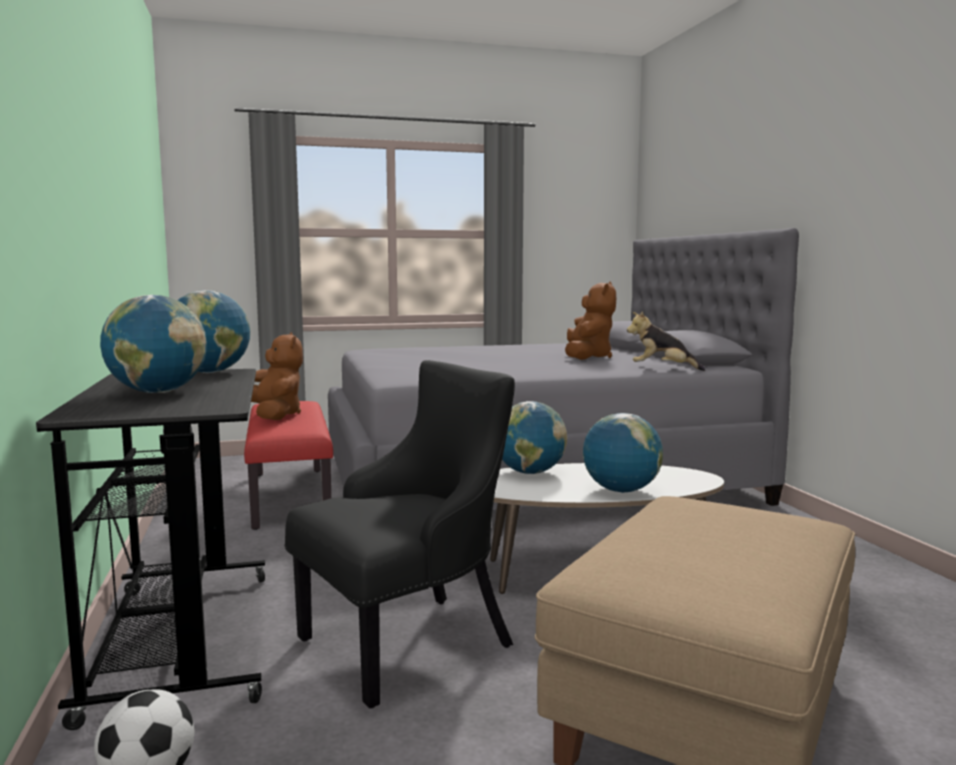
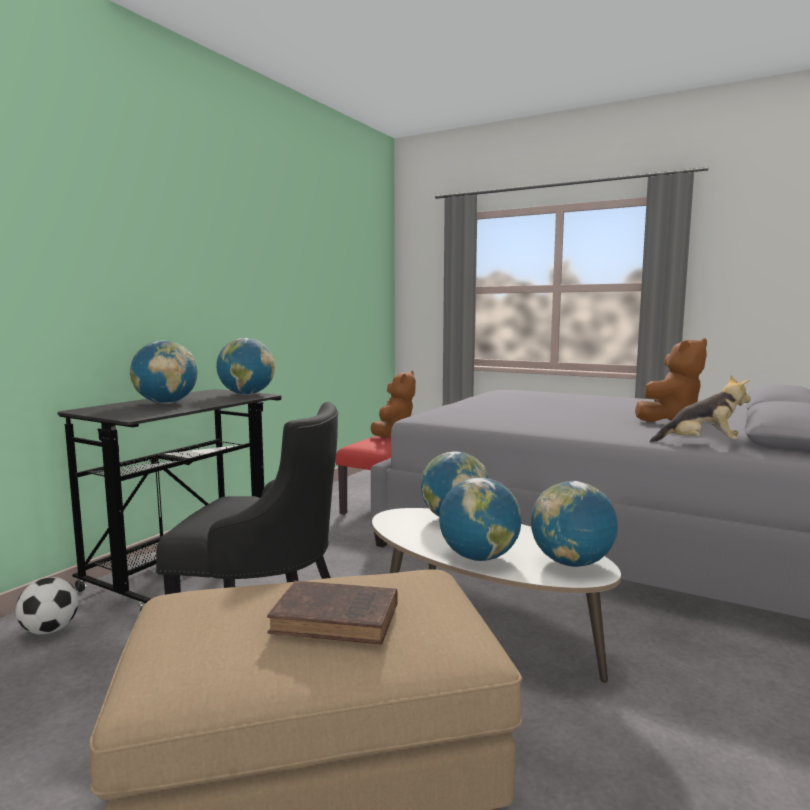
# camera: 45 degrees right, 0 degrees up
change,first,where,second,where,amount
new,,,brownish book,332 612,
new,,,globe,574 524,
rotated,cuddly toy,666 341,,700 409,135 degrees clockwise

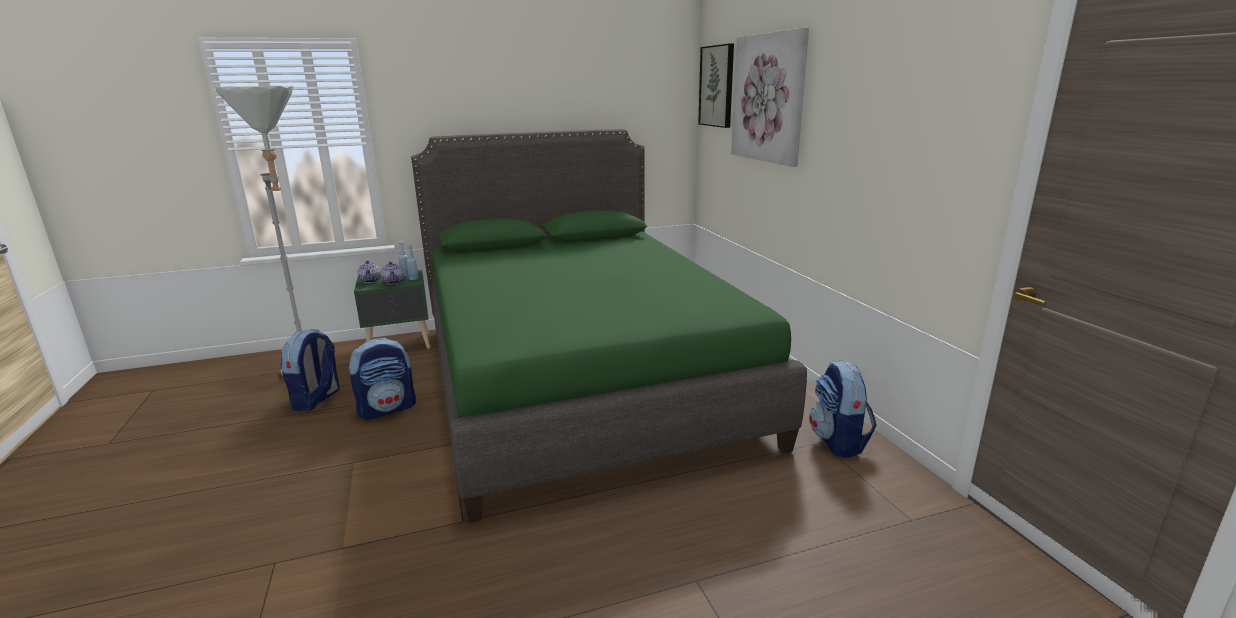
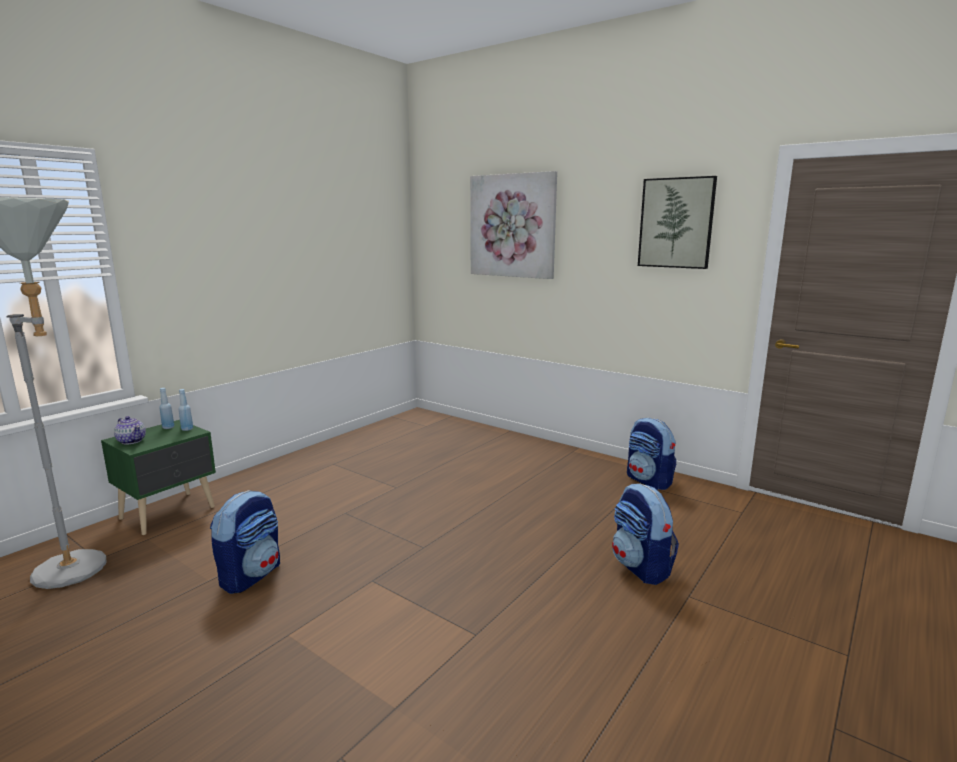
# camera: 35 degrees left, 5 degrees down
change,first,where,second,where,amount
gone,pot for tea,392 273,,,
gone,greenish sleeping bed,609 326,,,
shifted,knapsack,310 370,,645 534,
shifted,picture,716 85,,677 222,

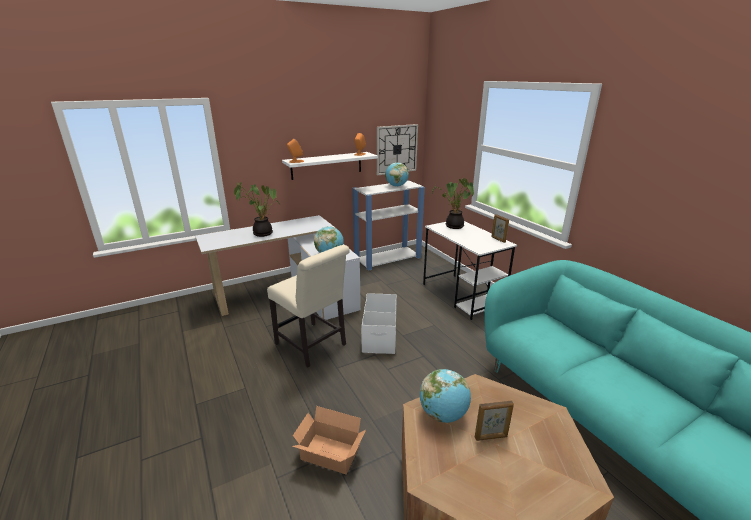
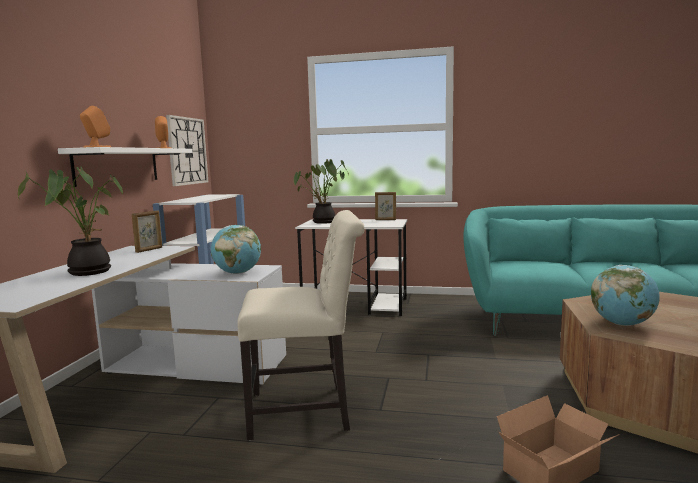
# camera: 50 degrees left, 15 degrees down
change,first,where,second,where,amount
gone,whitish storage container,379 323,,,
gone,globe,397 174,,,
shifted,photo frame,494 421,,147 231,

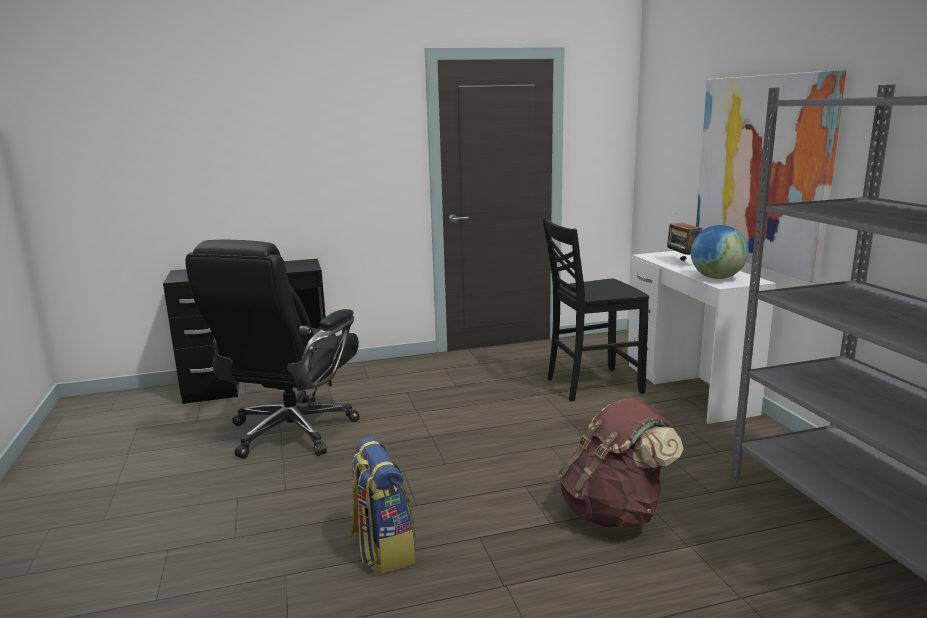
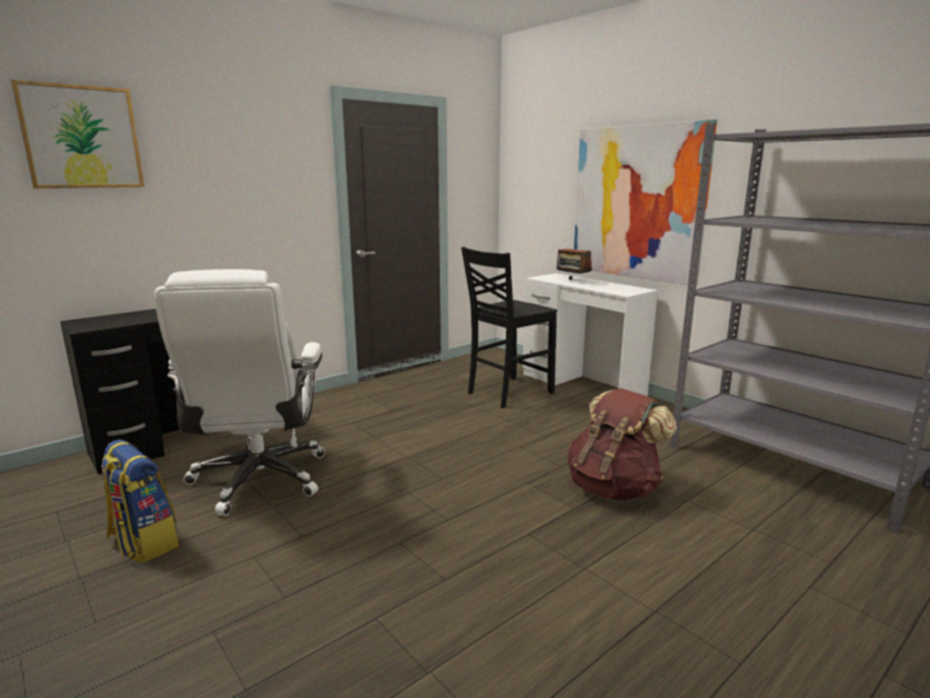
# camera: 25 degrees left, 0 degrees up
change,first,where,second,where,amount
gone,globe,719 252,,,
new,,,picture,77 134,
shifted,knapsack,383 506,,140 501,
repainted,black office chair,272 349,whitish office chair,239 392,

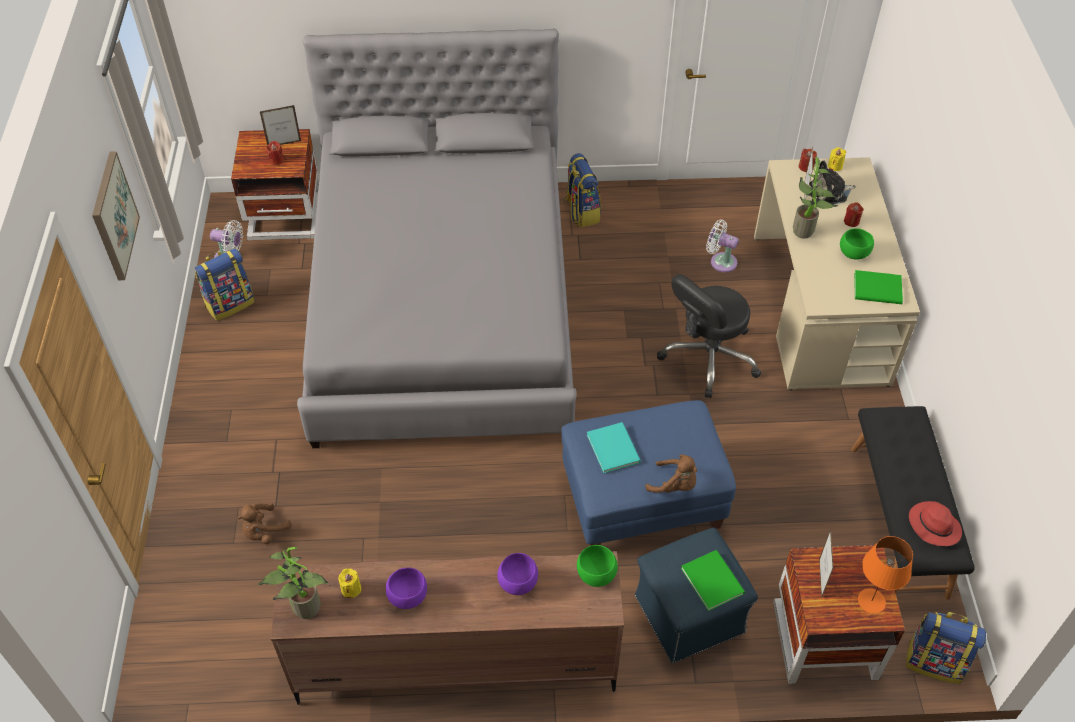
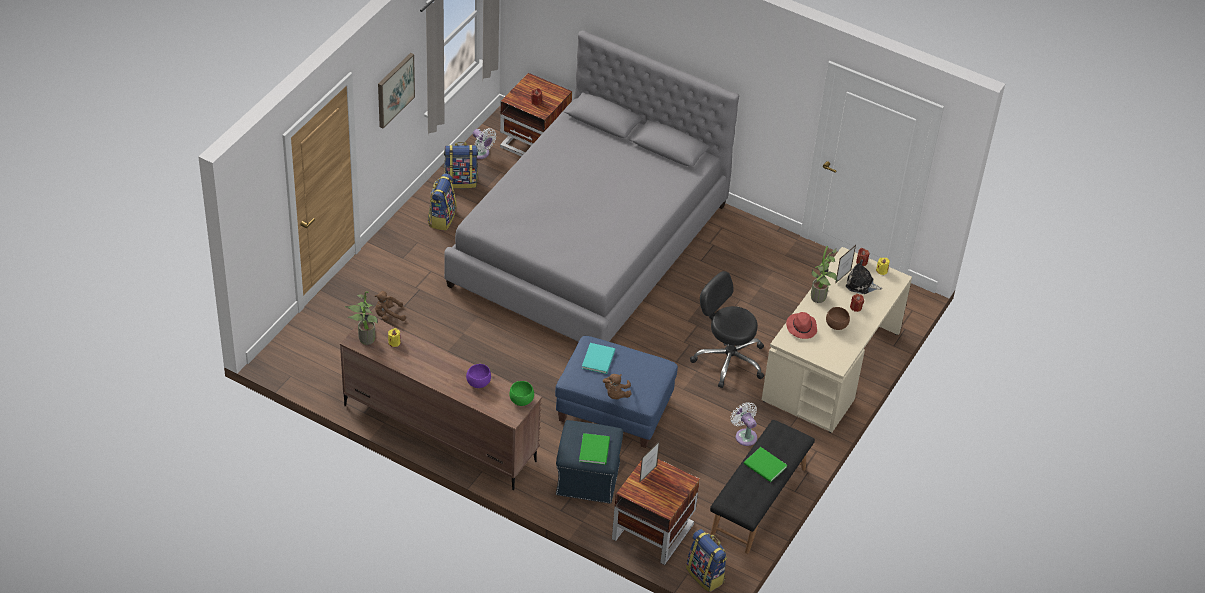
# camera: 30 degrees right, 5 degrees down
change,first,where,second,where,amount
gone,photo frame,280 125,,,
gone,purple serving bowl,406 588,,,
gone,orange-coloured lamp for a table,885 575,,,
shifted,knapsack,582 190,,442 202,
shifted,whitish electric fan,722 246,,744 424,
shifted,greenish book,878 287,,765 464,
shifted,red-coloured hat,935 523,,801 325,
repainted,greenish serving bowl,857 244,brownish serving bowl,838 318,
rotated,brownish cuddly toy,671 473,,617 386,45 degrees clockwise
rotated,black office chair,709 336,,727 329,45 degrees clockwise

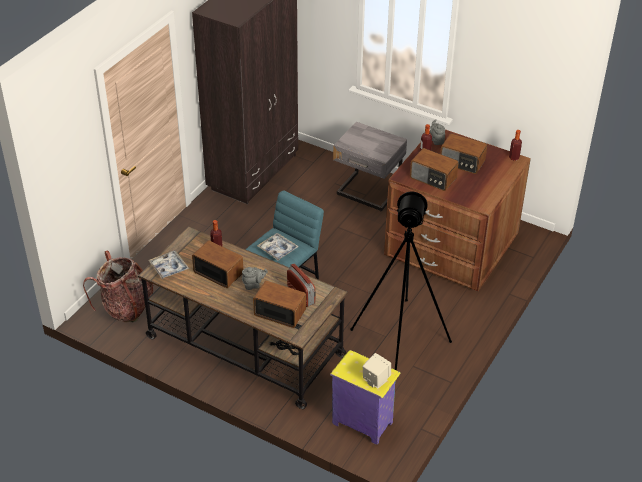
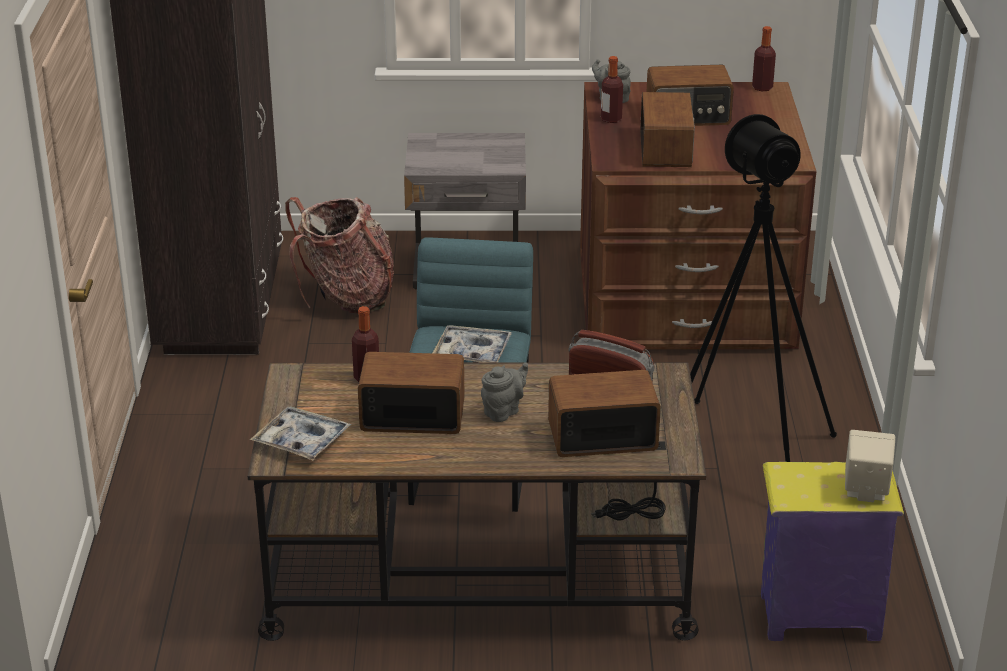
# camera: 30 degrees left, 10 degrees down
change,first,where,second,where,amount
shifted,knapsack,118 287,,339 255,
rotated,radio set,434 169,,667 129,90 degrees counterclockwise

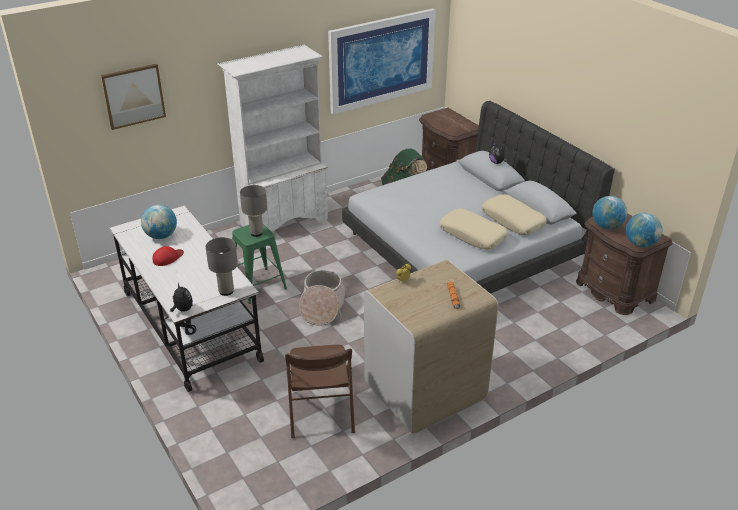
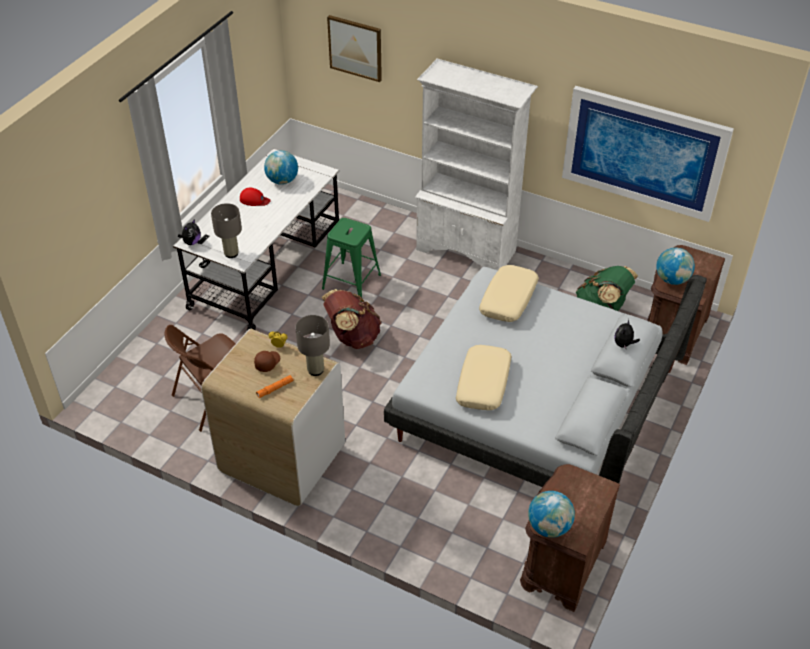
# camera: 60 degrees right, 10 degrees up
change,first,where,second,where,amount
new,,,brownish peaked cap,267 361,
shifted,grey lamp for a table,253 211,,313 345,
shifted,beige-coloured cushion,514 214,,509 293,
shifted,globe,609 212,,675 266,
swapped,basket,323 298,brownish knapsack,352 319,

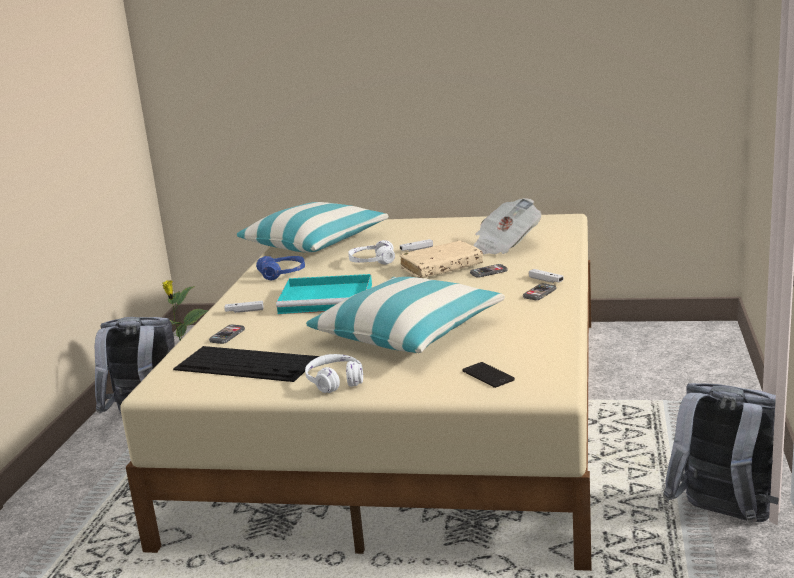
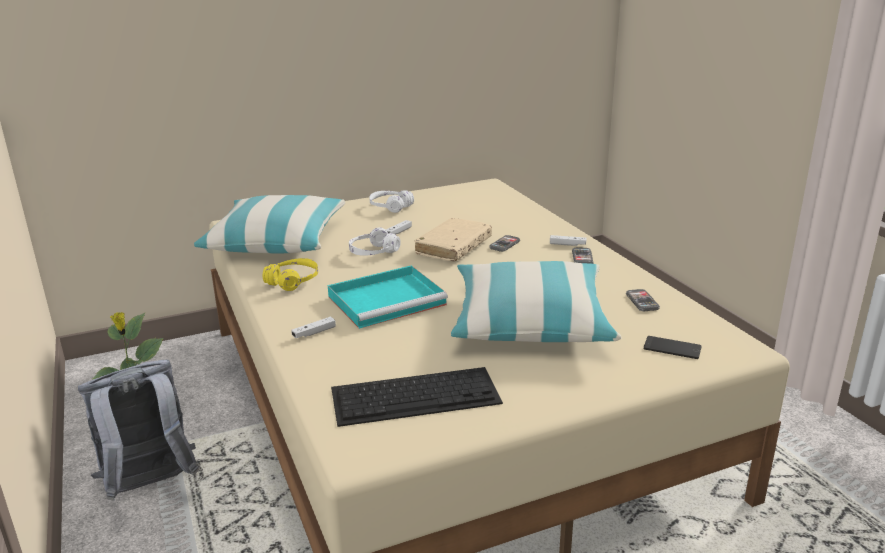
# camera: 35 degrees left, 5 degrees up
change,first,where,second,where,amount
gone,printed paper,507 226,,,
gone,grey knapsack,721 453,,,
shifted,telephone,227 334,,643 300,
shifted,whitish headset,334 373,,391 201,
repainted,blue headset,280 268,yellow headset,290 274,

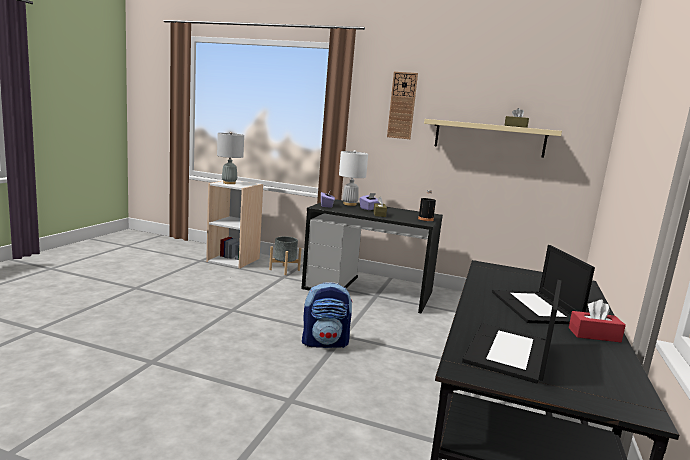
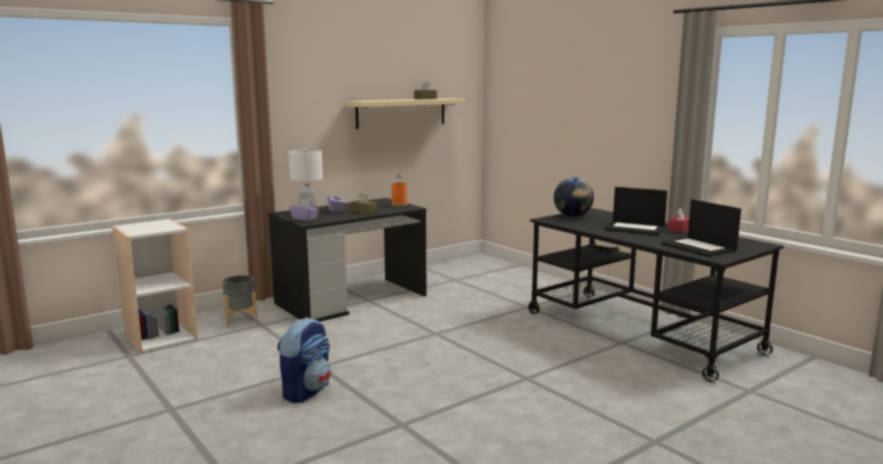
# camera: 55 degrees left, 0 degrees up
change,first,where,second,where,amount
gone,grey lamp for a table,230 158,,,
gone,clock on the wall,402 105,,,
new,,,globe,574 197,
shifted,knapsack,327 315,,304 360,
repainted,black beverage bottle,427 205,orange-coloured beverage bottle,399 190,

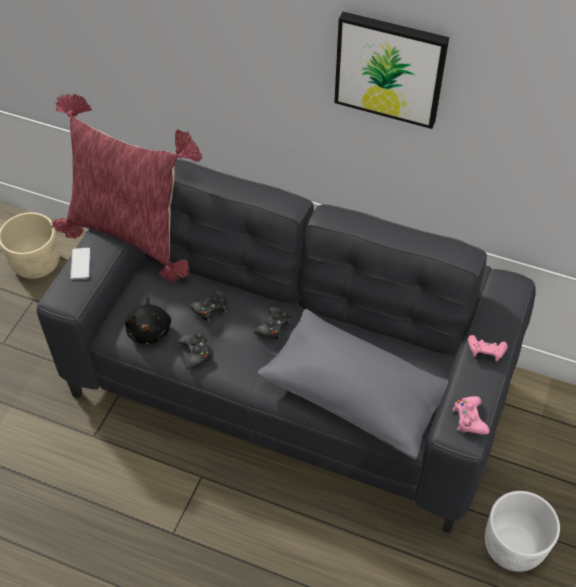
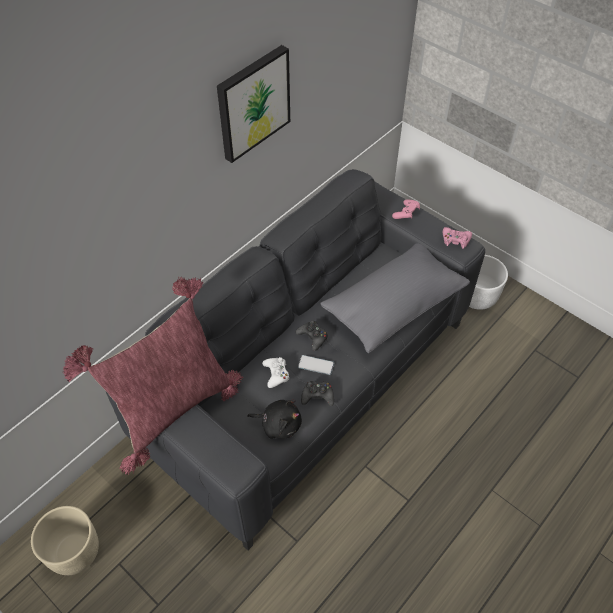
# camera: 70 degrees left, 0 degrees up
change,first,where,second,where,amount
shifted,telephone,80 263,,316 365,
repainted,black joypad,208 306,whitish joypad,276 372,

